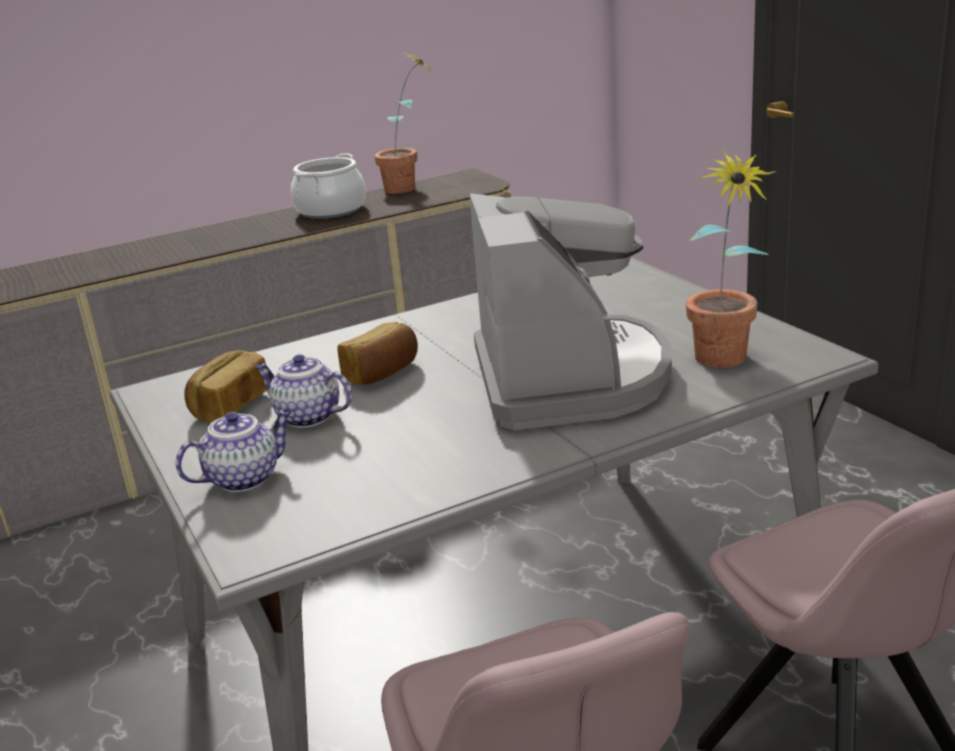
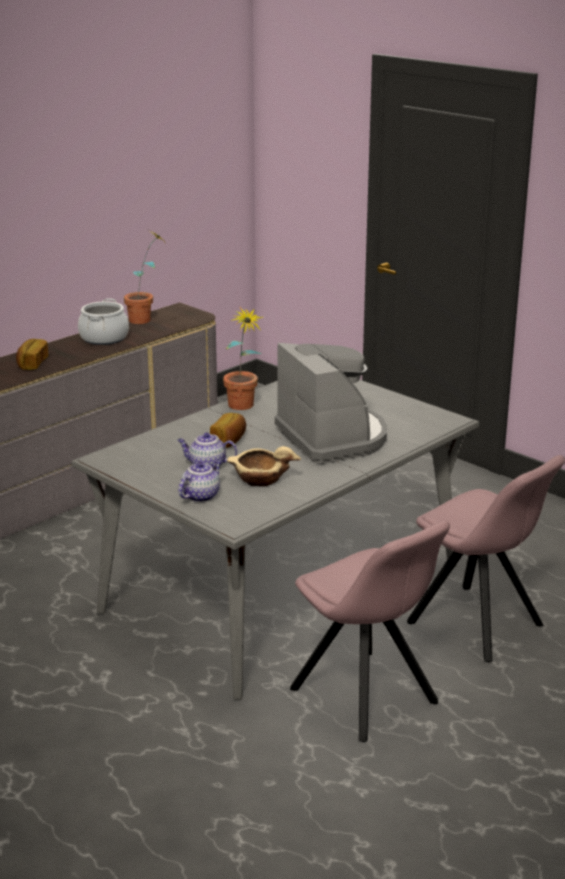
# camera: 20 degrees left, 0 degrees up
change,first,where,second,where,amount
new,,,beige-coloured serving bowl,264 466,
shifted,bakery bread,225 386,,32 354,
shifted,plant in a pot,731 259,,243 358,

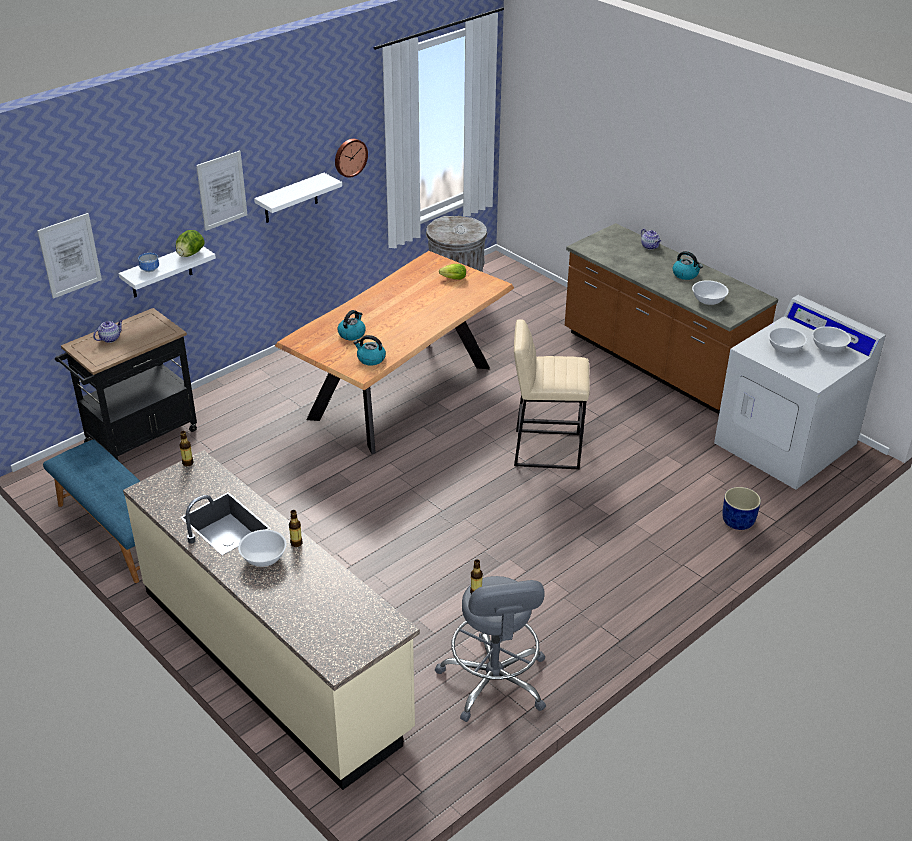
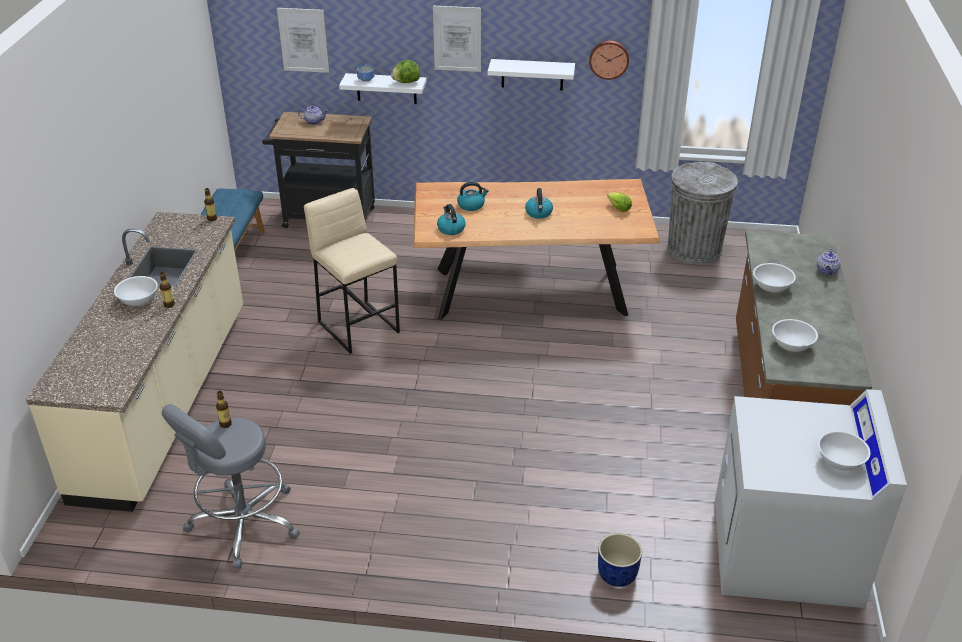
# camera: 50 degrees right, 0 degrees up
change,first,where,second,where,amount
shifted,beige-coloured stool,552 394,,352 271,
shifted,kettle,688 265,,539 203,
shifted,whitish serving bowl,787 340,,774 277,

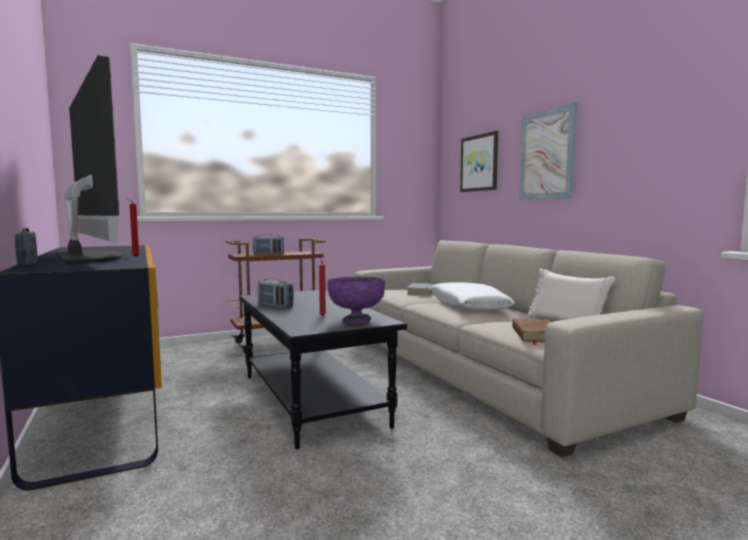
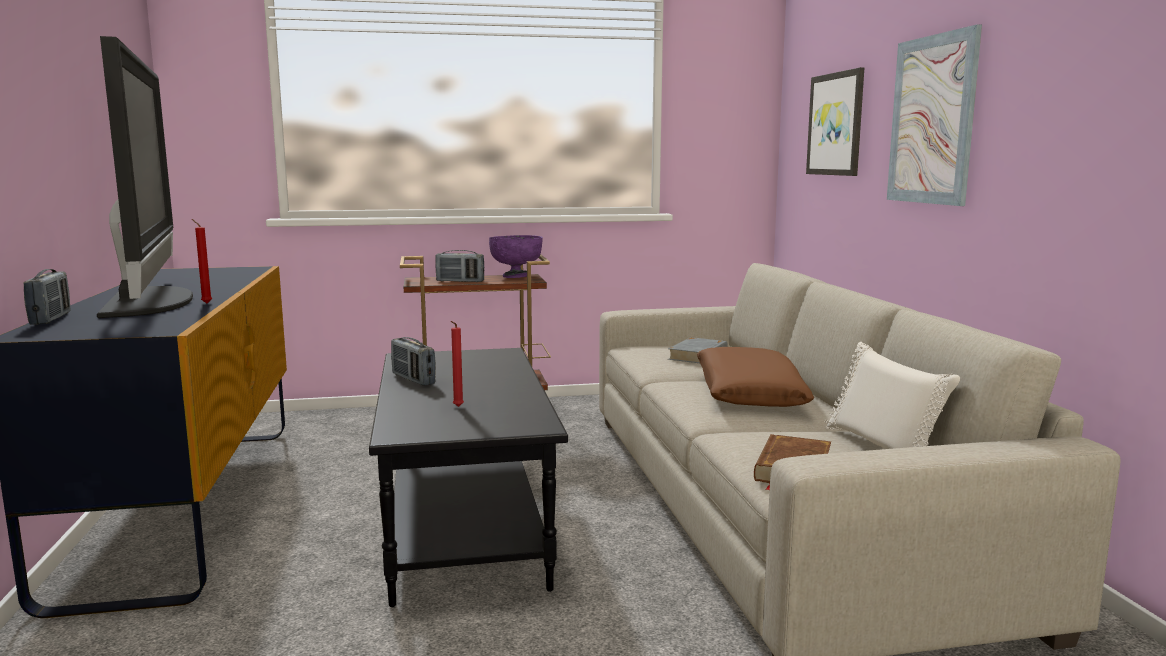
# camera: 15 degrees right, 5 degrees up
change,first,where,second,where,amount
shifted,purple serving bowl,356 300,,516 256,
repainted,whitish cushion,472 296,brownish cushion,755 377,

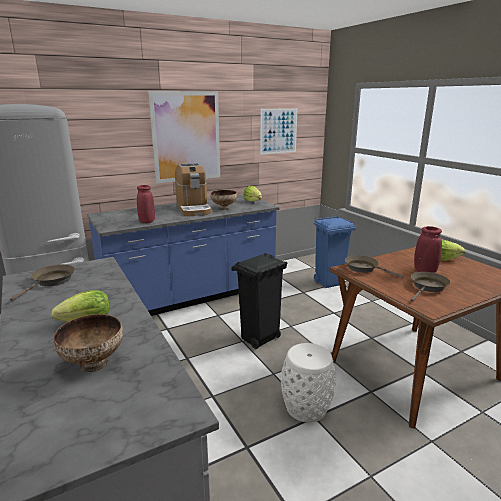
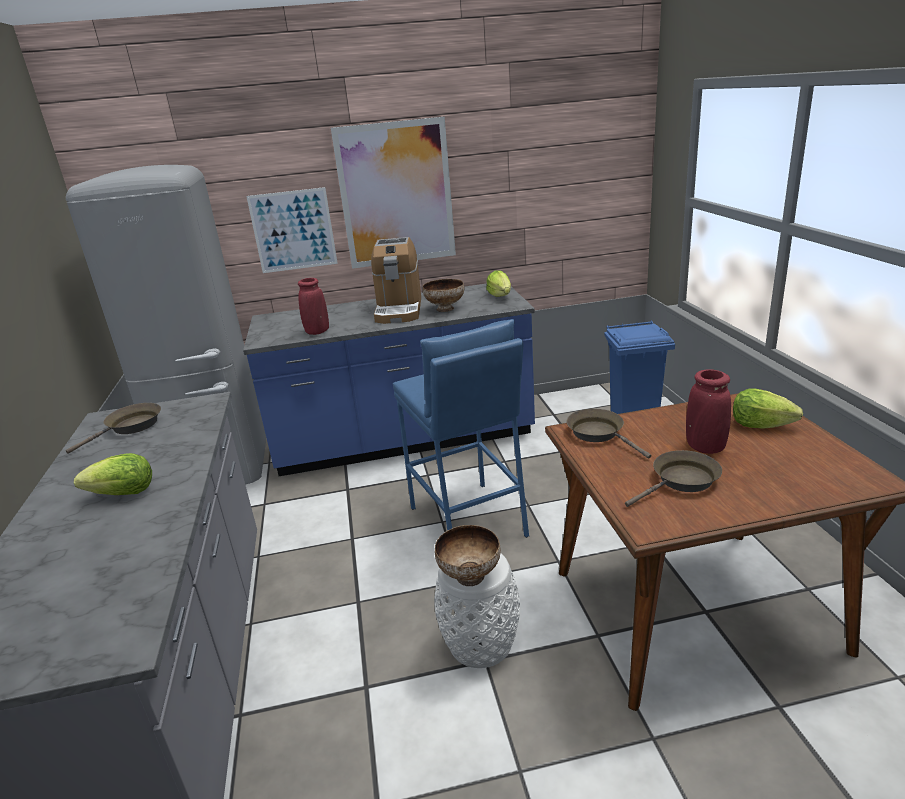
# camera: 20 degrees right, 5 degrees up
change,first,where,second,where,amount
shifted,serving bowl,88 343,,468 555,
shifted,picture,279 131,,292 230,
swapped,black trash can,259 301,blue stool,461 428,

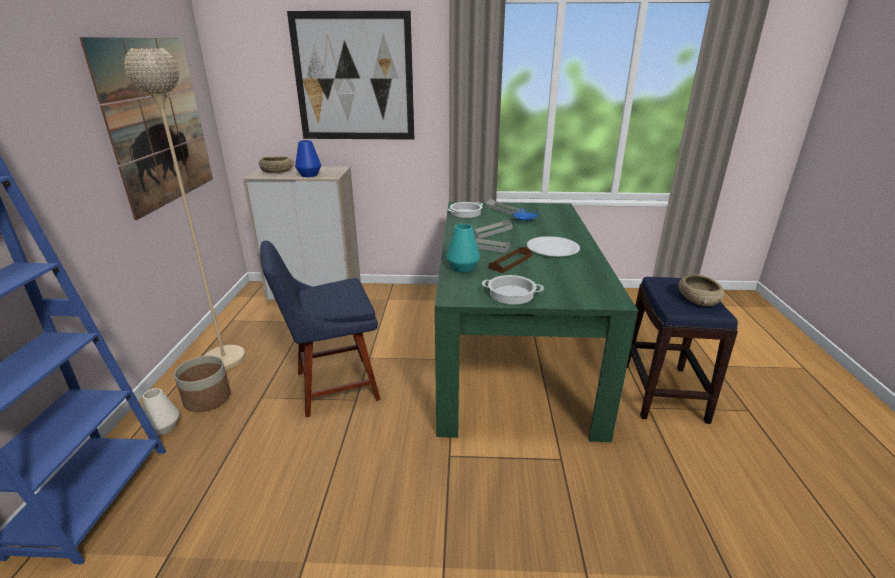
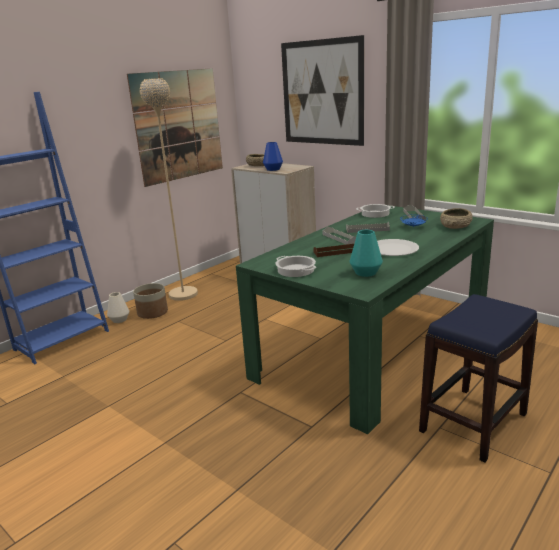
# camera: 40 degrees right, 5 degrees down
change,first,where,second,where,amount
gone,blue upright chair,320 329,,,
shifted,blue-green flower vase,463 248,,366 253,
shifted,beige-coloured serving bowl,701 290,,456 218,

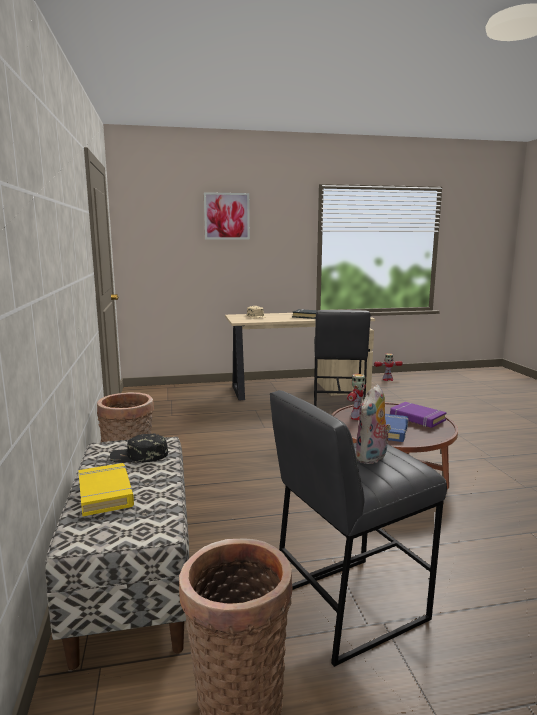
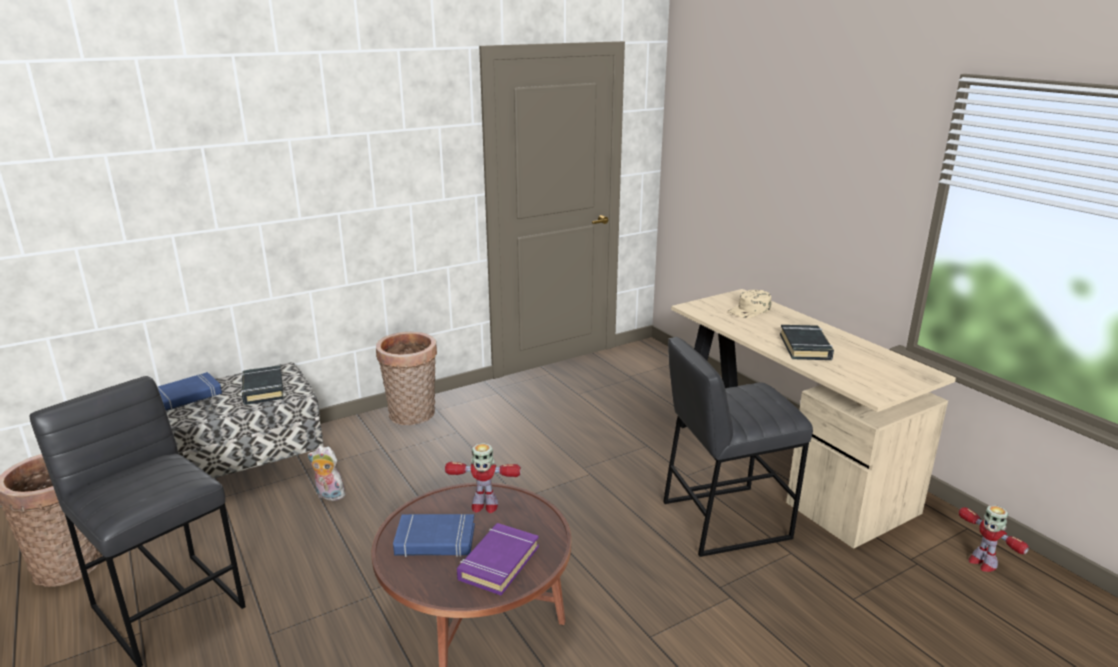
# camera: 70 degrees right, 10 degrees up
change,first,where,second,where,amount
gone,picture,227 216,,,
shifted,cuddly toy,373 424,,327 473,
swapped,black peaked cap,139 448,black book,262 385,
repainted,yellow book,106 490,blue book,189 391,

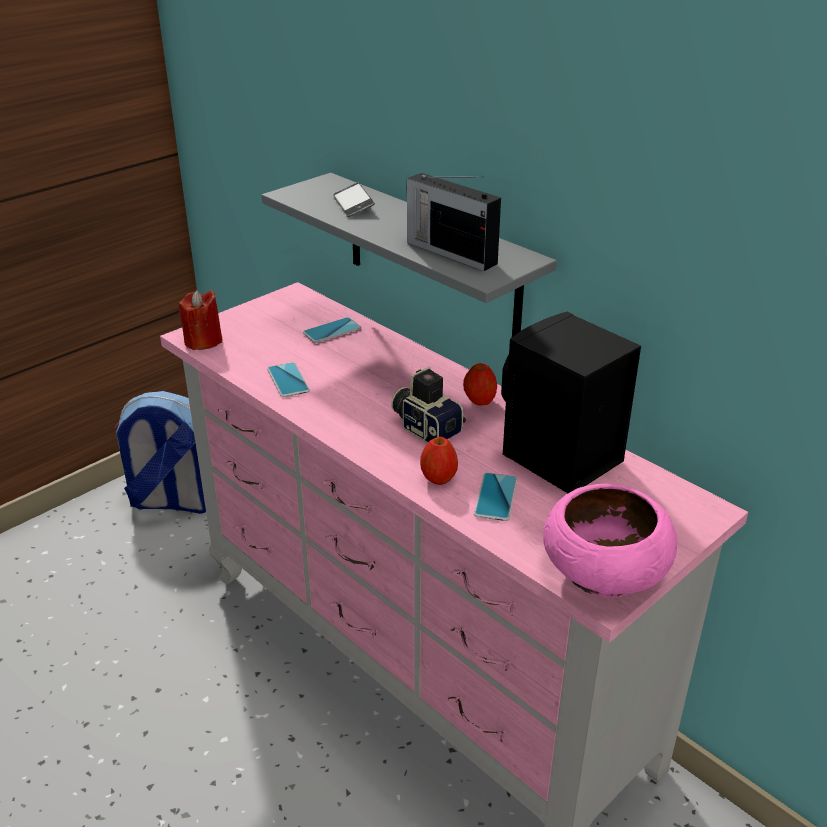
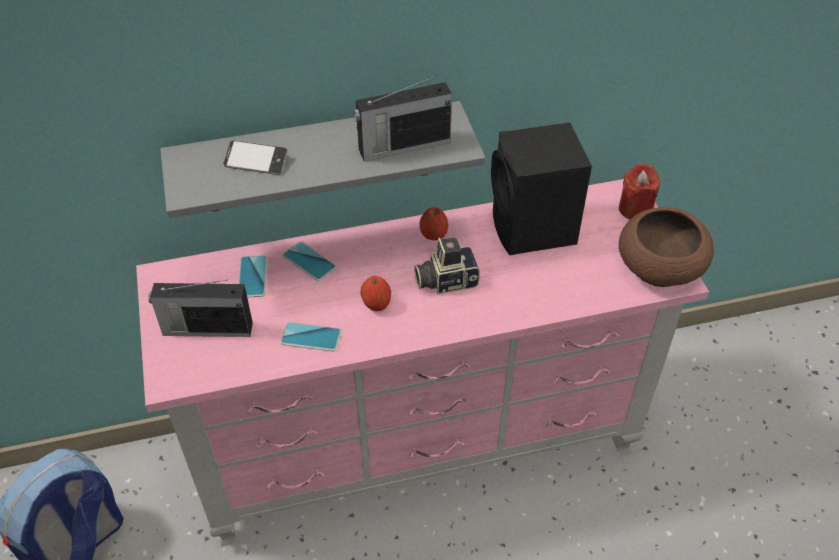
# camera: 60 degrees left, 15 degrees up
change,first,where,second,where,amount
new,,,radio set,200 308,
shifted,red-coloured candle,201 320,,639 191,
shifted,whole apple,439 461,,375 293,
shifted,telephone,495 497,,310 261,
repainted,pinkish serving bowl,610 541,brownish serving bowl,666 247,

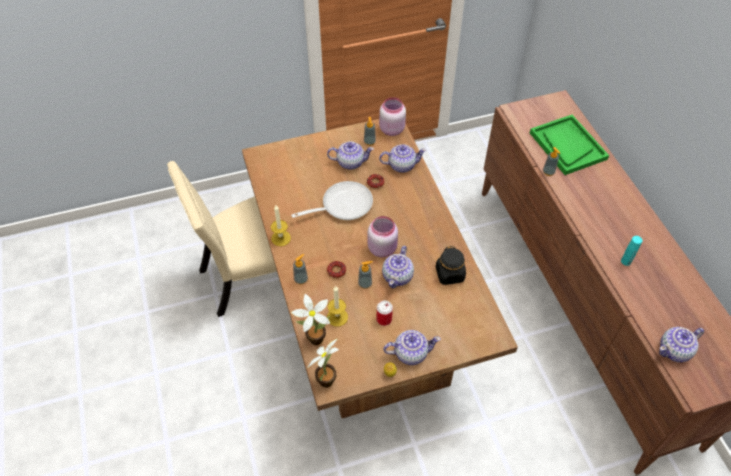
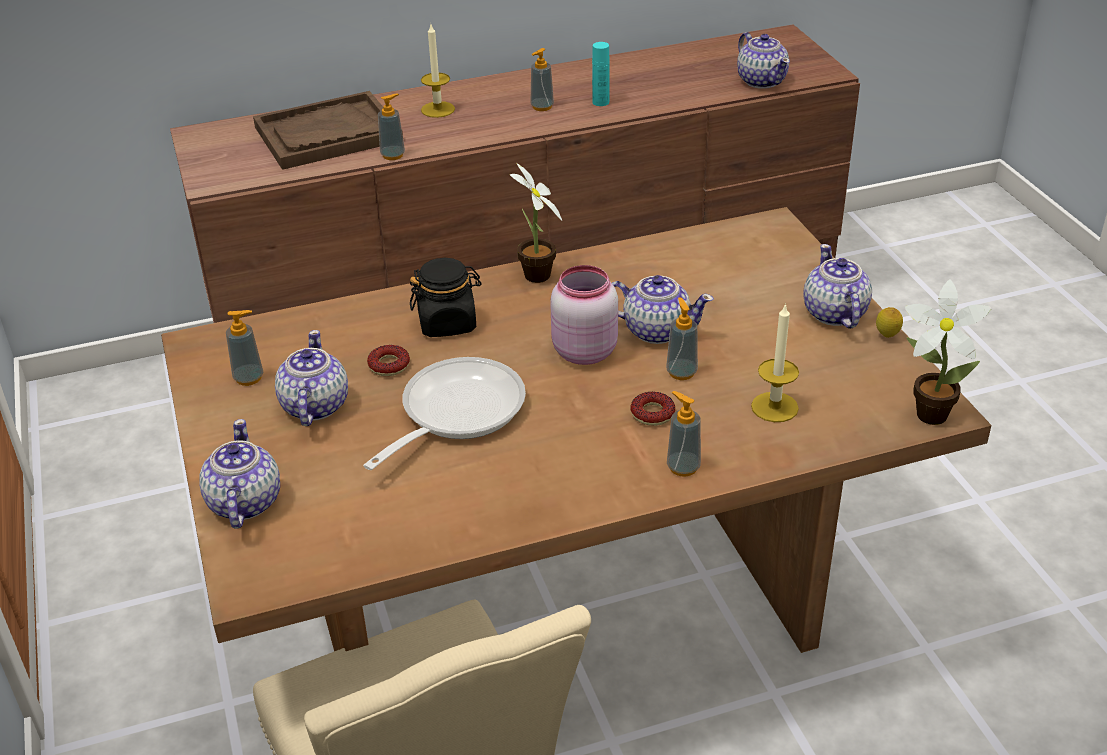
# camera: 90 degrees left, 15 degrees down
change,first,where,second,where,amount
gone,can,384 313,,,
gone,pinkish jar,392 116,,,
new,,,liquid soap bottle,542 79,
shifted,candle,281 225,,438 71,
shifted,plant in a pot,310 319,,536 223,
shifted,pot for tea,402 158,,239 474,
shifted,black jar,451 265,,446 297,
repainted,greenish serving tray,569 145,brownish serving tray,328 130,
rotated,frying pan,332 200,,444 413,60 degrees clockwise

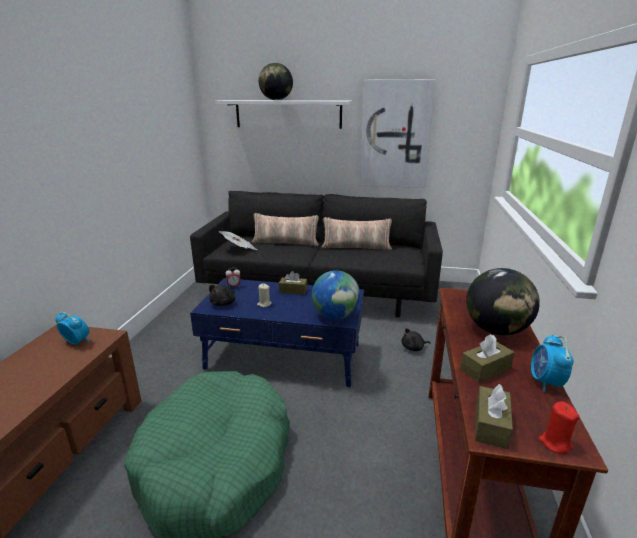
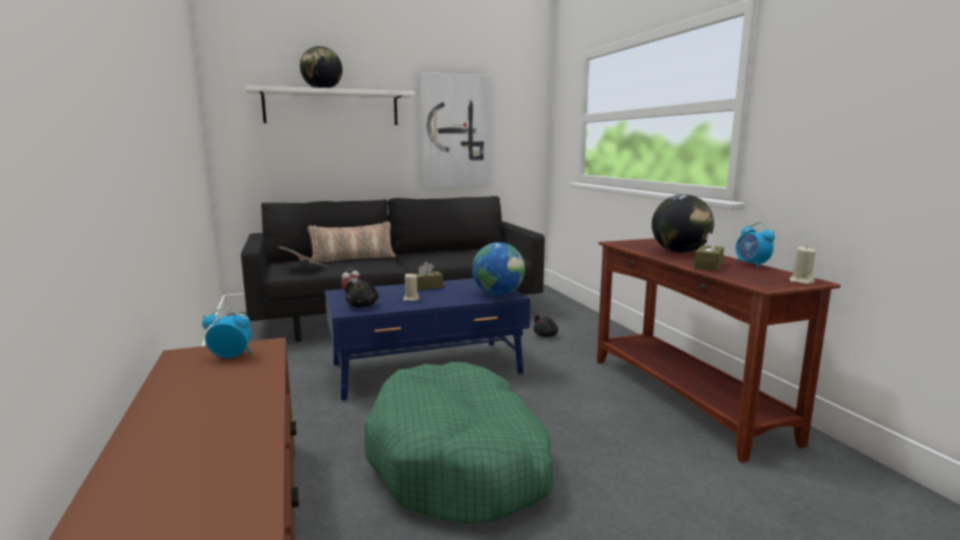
# camera: 30 degrees left, 10 degrees down
change,first,where,second,where,amount
gone,cushion,356 233,,,
gone,brownish tissue box,494 416,,,
repainted,red-coloured candle,559 428,beige-coloured candle,802 265,

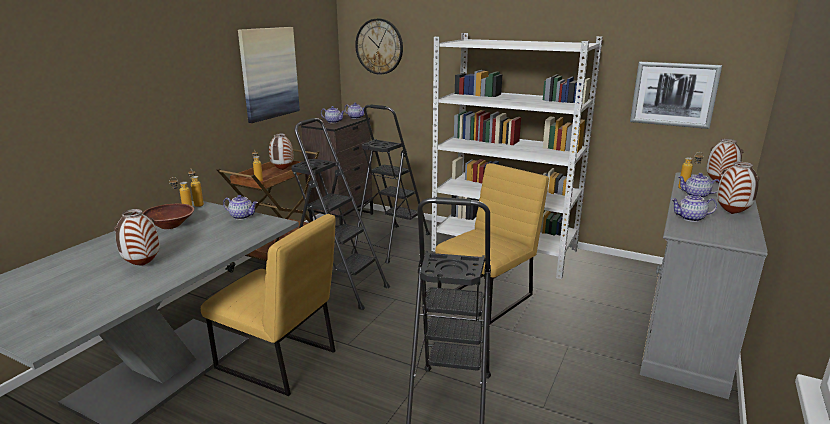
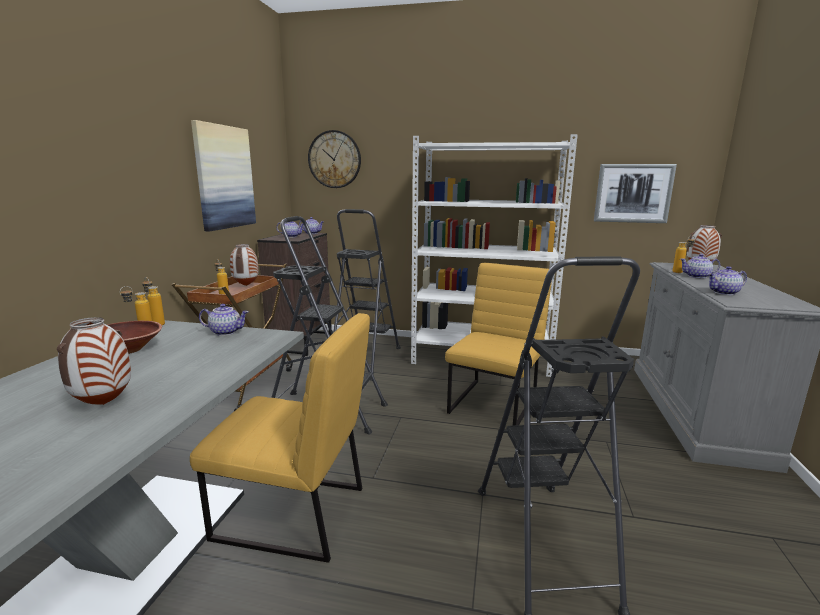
# camera: 15 degrees left, 5 degrees down
change,first,where,second,where,amount
gone,flower vase,738 188,,,

